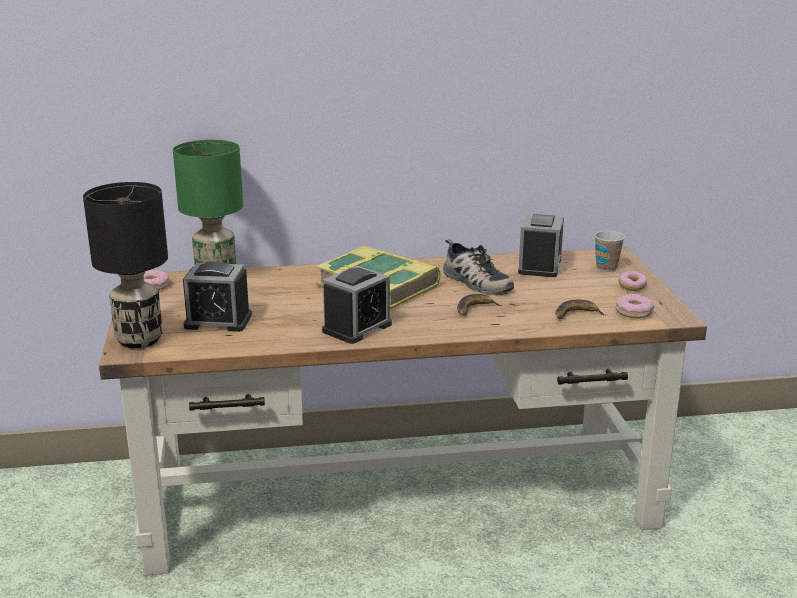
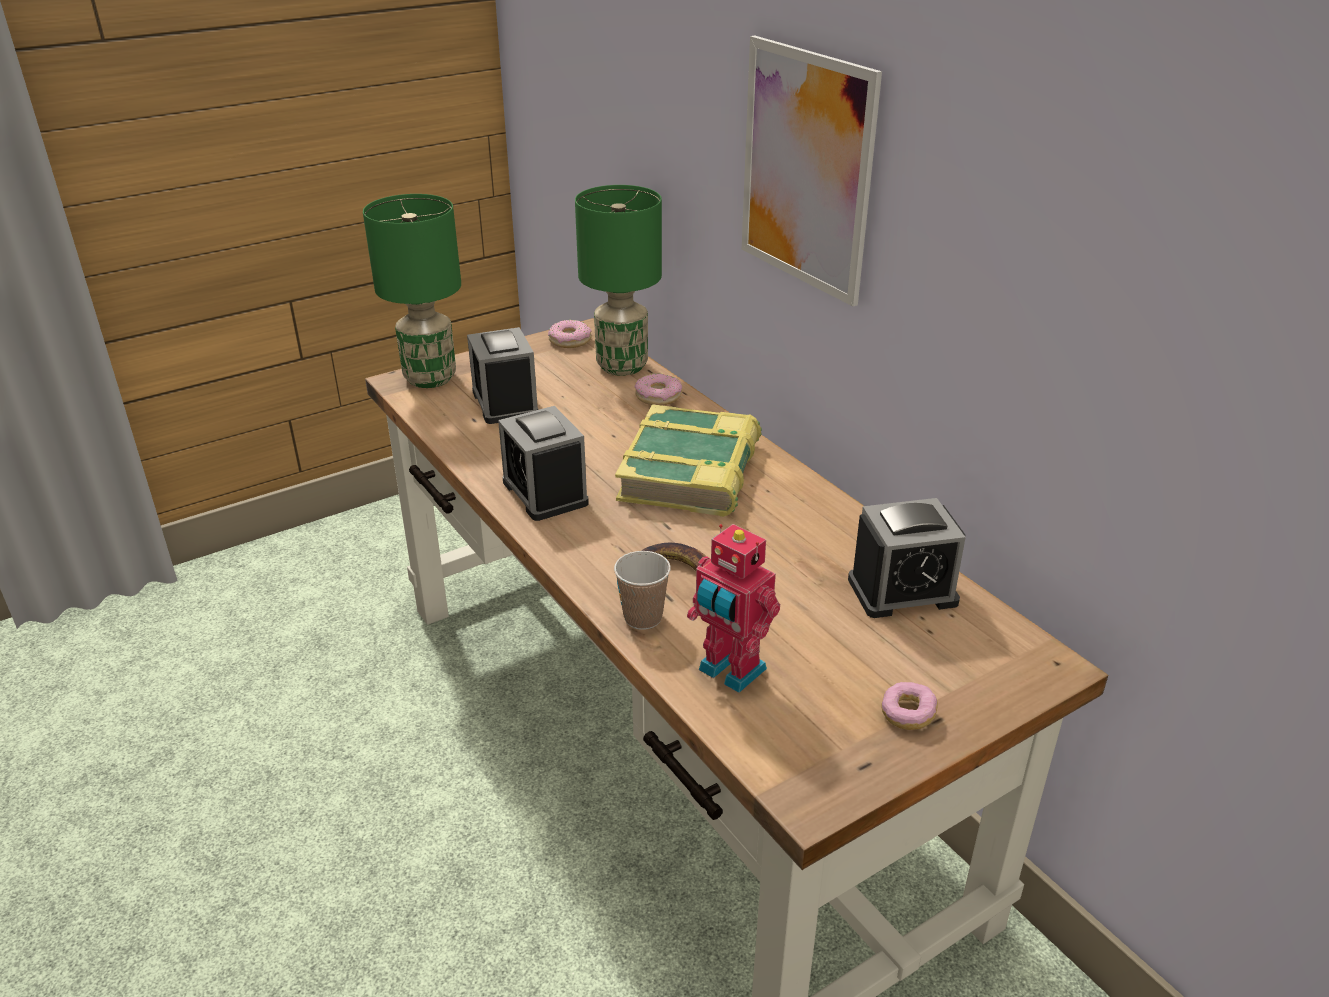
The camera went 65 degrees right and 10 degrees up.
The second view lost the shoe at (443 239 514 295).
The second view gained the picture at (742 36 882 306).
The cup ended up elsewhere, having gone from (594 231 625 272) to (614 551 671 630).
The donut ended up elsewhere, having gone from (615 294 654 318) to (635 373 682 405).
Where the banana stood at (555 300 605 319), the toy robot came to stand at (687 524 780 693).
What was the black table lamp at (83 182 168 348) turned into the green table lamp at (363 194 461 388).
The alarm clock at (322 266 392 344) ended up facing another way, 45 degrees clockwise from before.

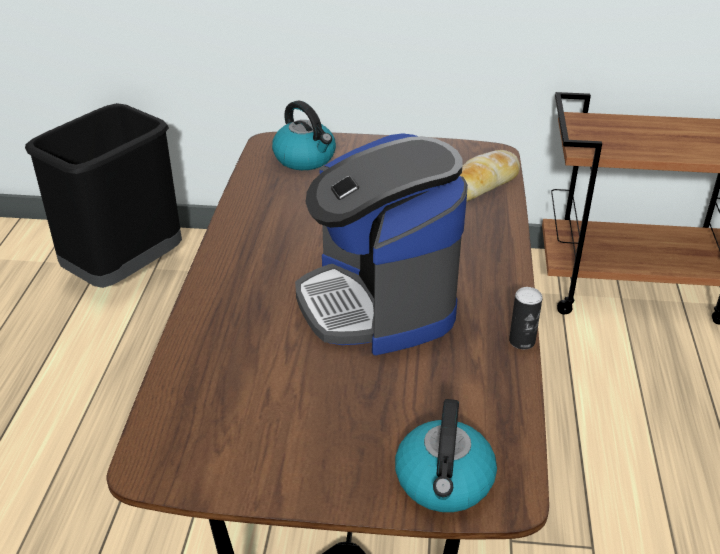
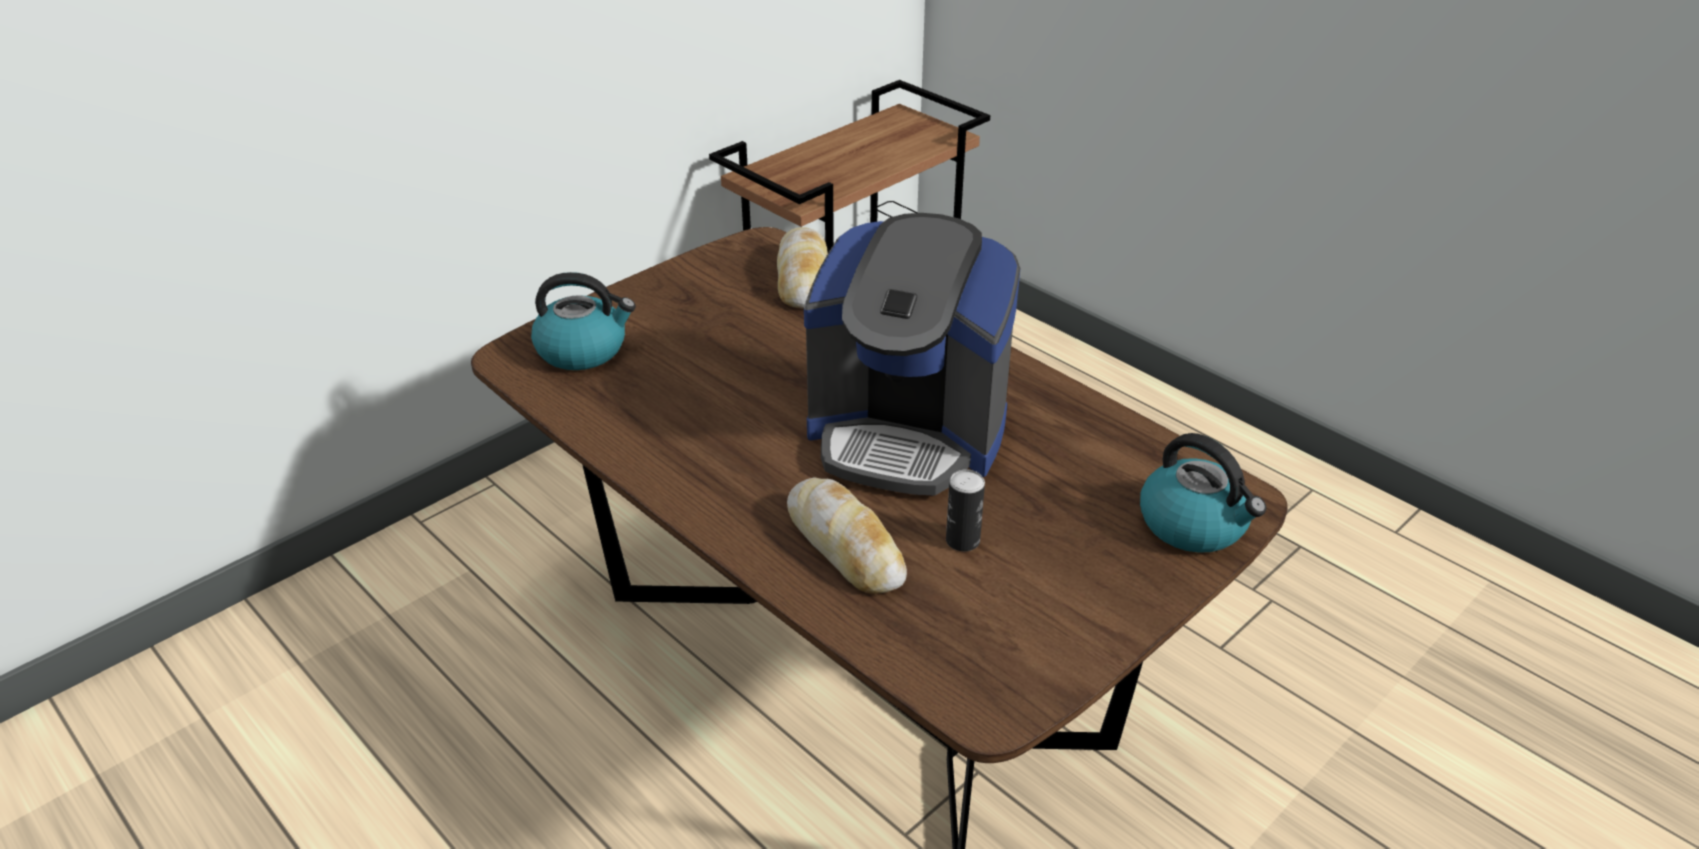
The camera went 50 degrees left and 0 degrees up.
The second view lost the black trash can at (25 103 182 288).
The second view gained the bread at (787 477 907 594).
The can ended up elsewhere, having gone from (509 287 543 349) to (946 469 985 551).

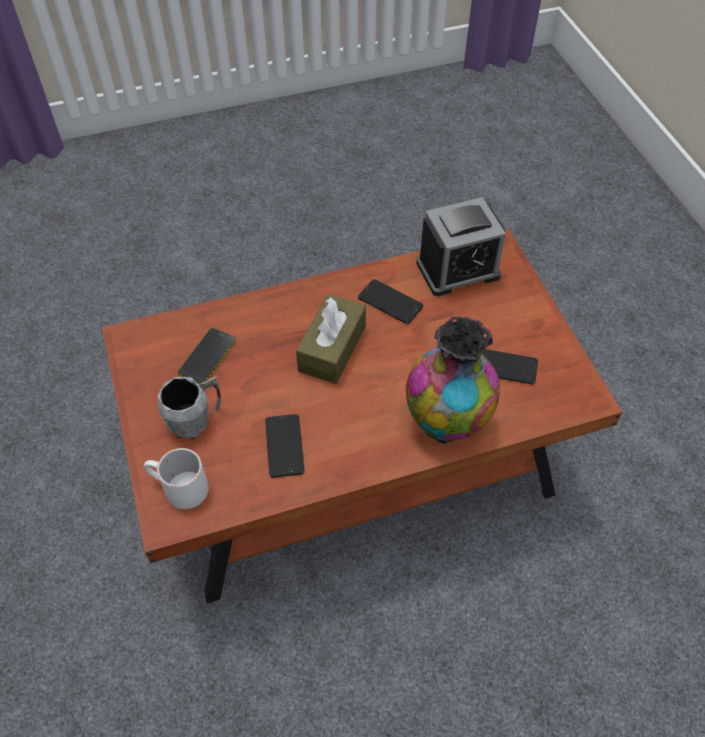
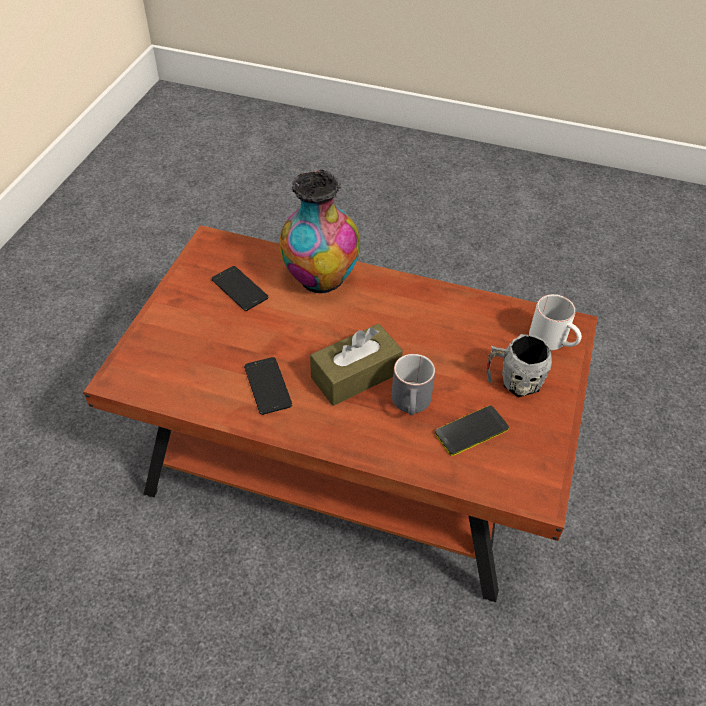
The camera went 145 degrees left and 5 degrees down.
The second view lost the phone at (265 414 305 478).
The second view lost the alarm clock at (416 197 506 296).
The second view gained the grey mug at (391 354 435 415).

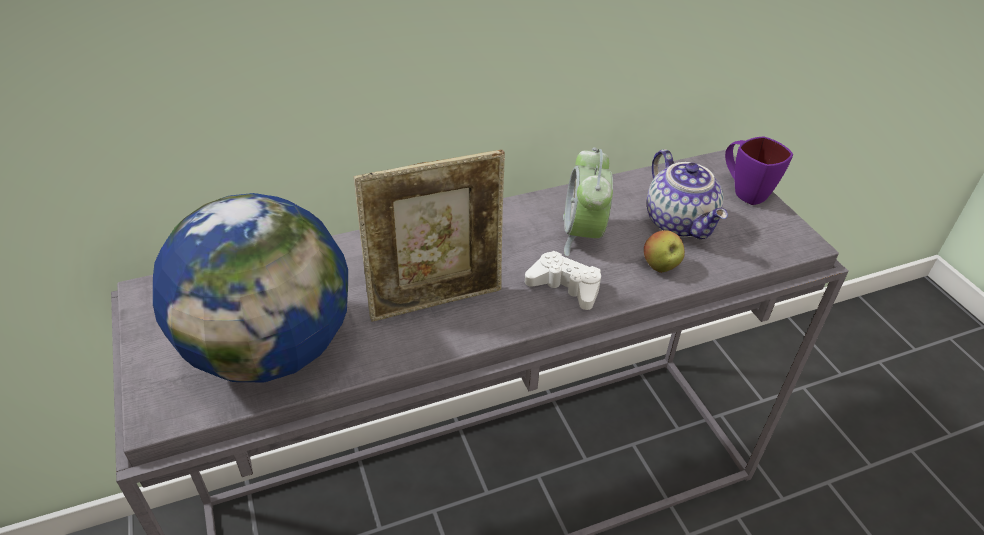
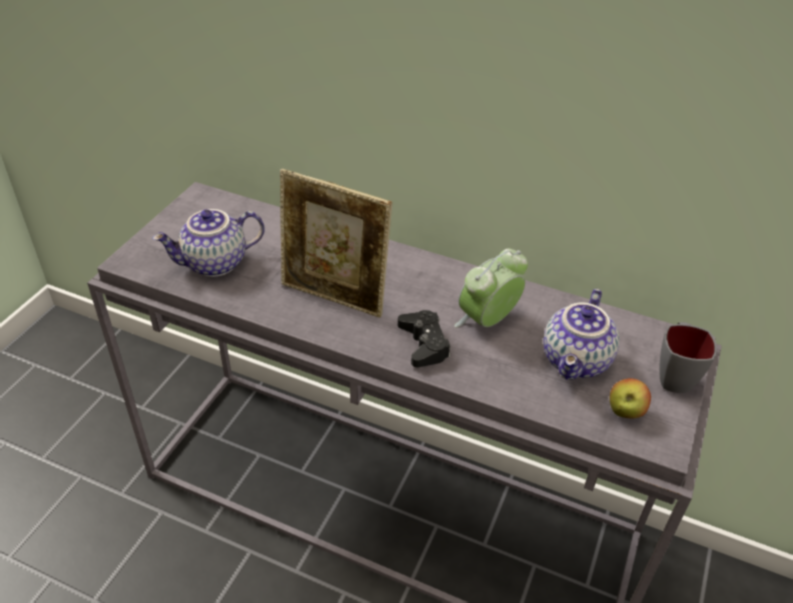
The camera went 45 degrees right and 0 degrees up.
The apple ended up elsewhere, having gone from (644 230 685 273) to (610 378 651 418).
Where the globe stood at (153 193 348 382), the teapot came to stand at (152 209 265 277).
What was the white game controller at (525 251 601 310) turned into the black game controller at (398 310 450 368).
What was the purple mug at (725 136 793 205) turned into the grey mug at (659 322 717 393).

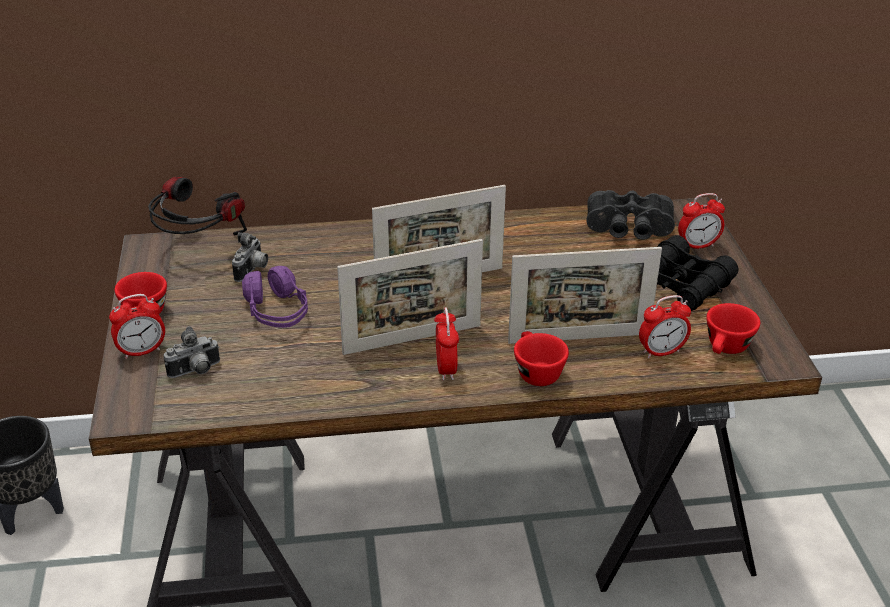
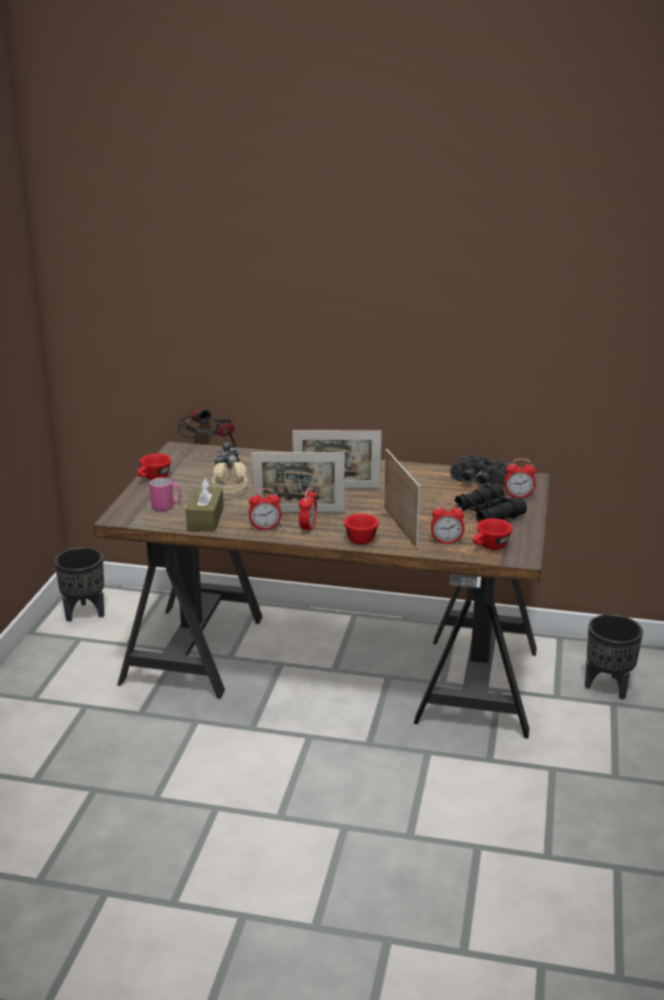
The camera went 20 degrees right and 10 degrees down.
The second view gained the brown tissue box at (186 478 224 532).
The second view gained the black planter at (585 614 643 700).
The alarm clock ended up elsewhere, having gone from (109 294 165 359) to (249 488 281 530).
Where the photo camera stood at (164 326 220 378), the pink mug came to stand at (150 478 181 511).
What was the purple headphones at (242 266 308 328) turned into the beige headphones at (211 462 248 494).
The picture frame at (508 247 662 344) ended up facing another way, 120 degrees counterclockwise from before.

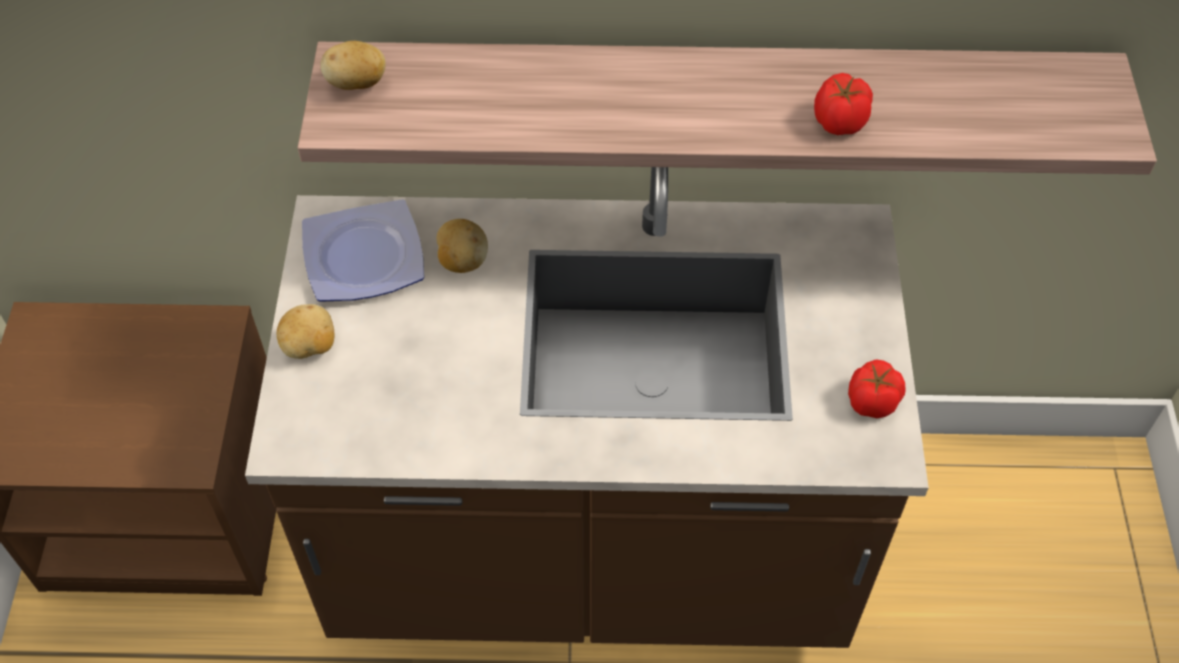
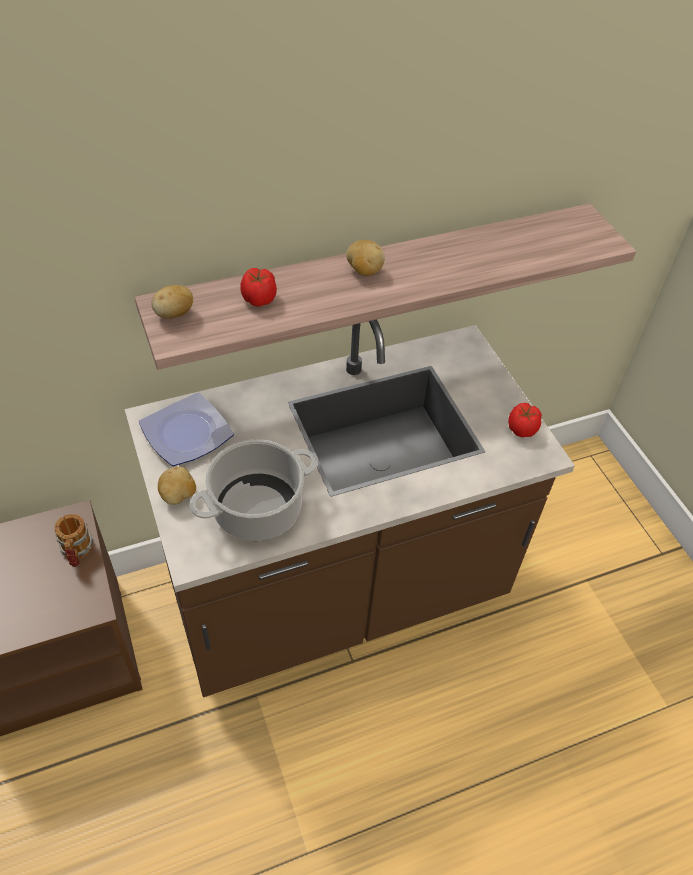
The camera went 25 degrees left and 5 degrees down.
The second view gained the mug at (55 514 93 567).
The second view gained the cooking pot at (189 439 318 541).
The potato ended up elsewhere, having gone from (436 219 488 273) to (346 240 385 276).
The tomato ended up elsewhere, having gone from (814 73 873 135) to (240 268 277 307).

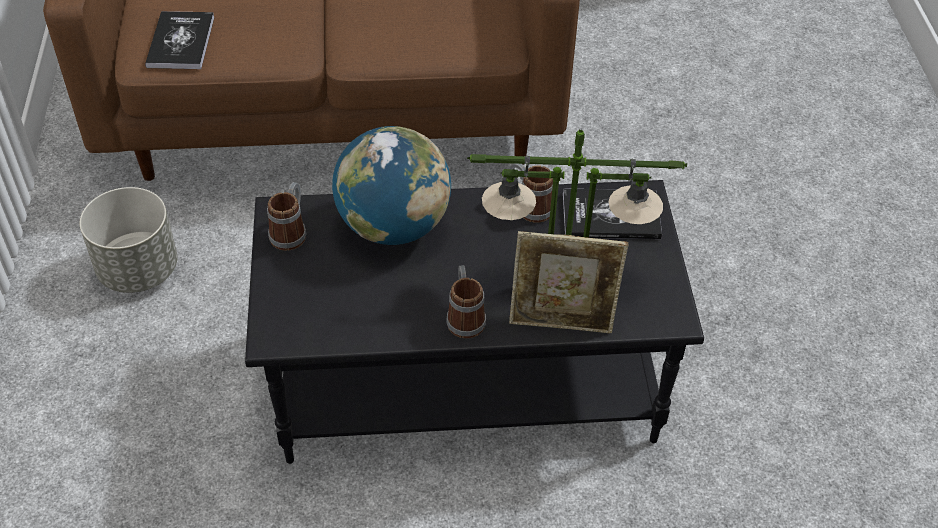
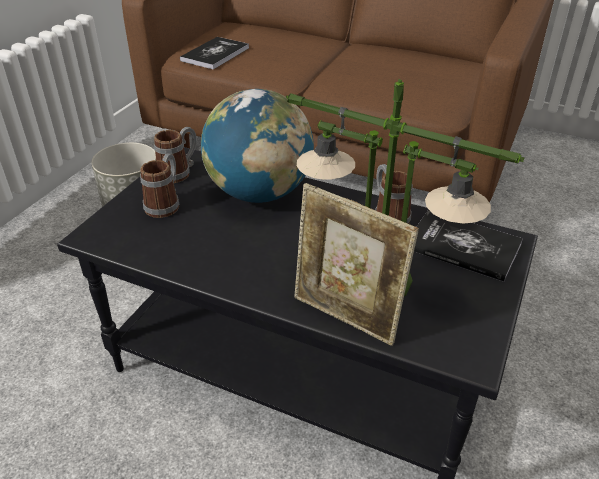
The camera went 30 degrees right and 10 degrees down.
The mug ended up elsewhere, having gone from (446 265 486 338) to (140 154 179 218).

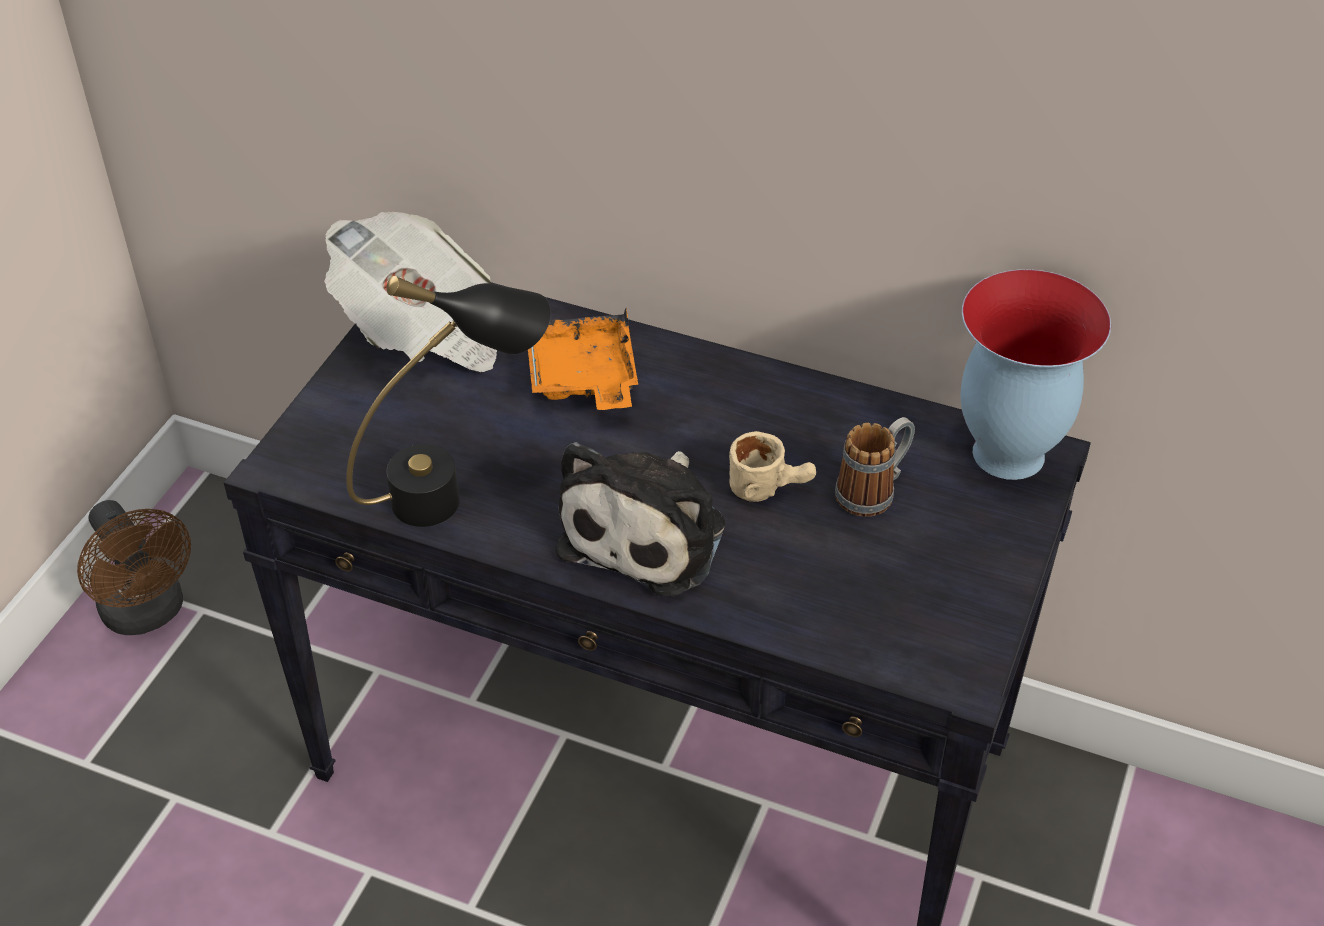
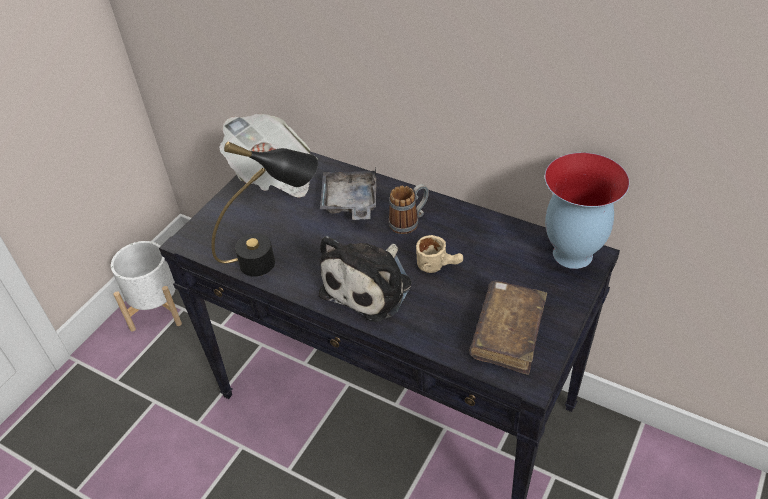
The camera went 10 degrees right and 0 degrees up.
The second view gained the brown book at (469 280 547 375).
The mug ended up elsewhere, having gone from (835 417 915 517) to (389 184 429 234).
Where the brown fan stood at (77 500 191 635), the white planter came to stand at (111 241 182 332).
What was the orange tray at (528 308 638 410) turned into the grey tray at (320 168 377 220).

